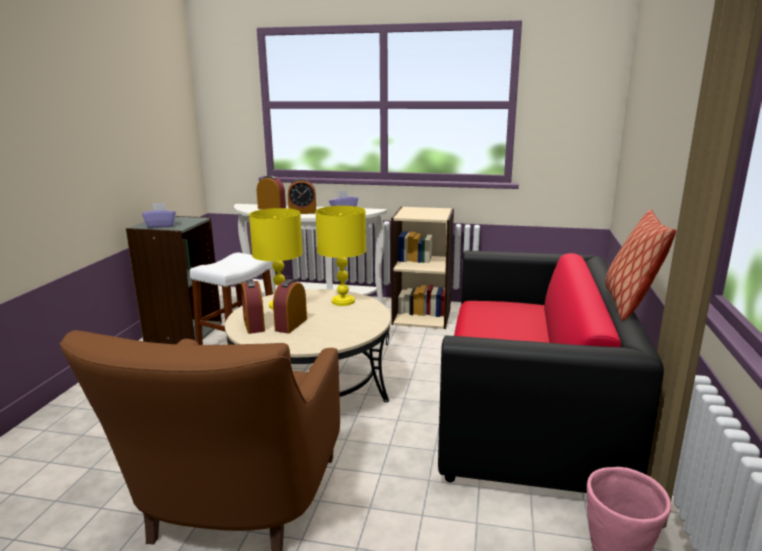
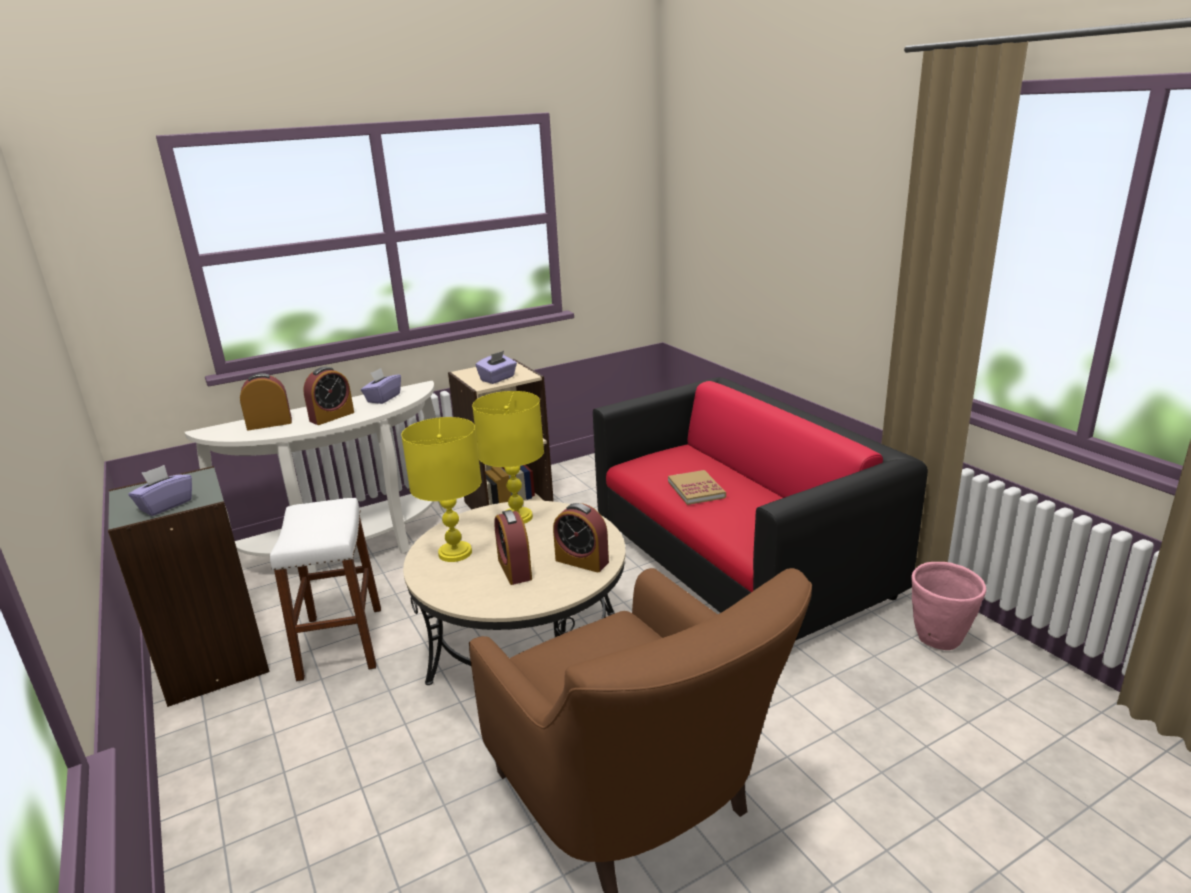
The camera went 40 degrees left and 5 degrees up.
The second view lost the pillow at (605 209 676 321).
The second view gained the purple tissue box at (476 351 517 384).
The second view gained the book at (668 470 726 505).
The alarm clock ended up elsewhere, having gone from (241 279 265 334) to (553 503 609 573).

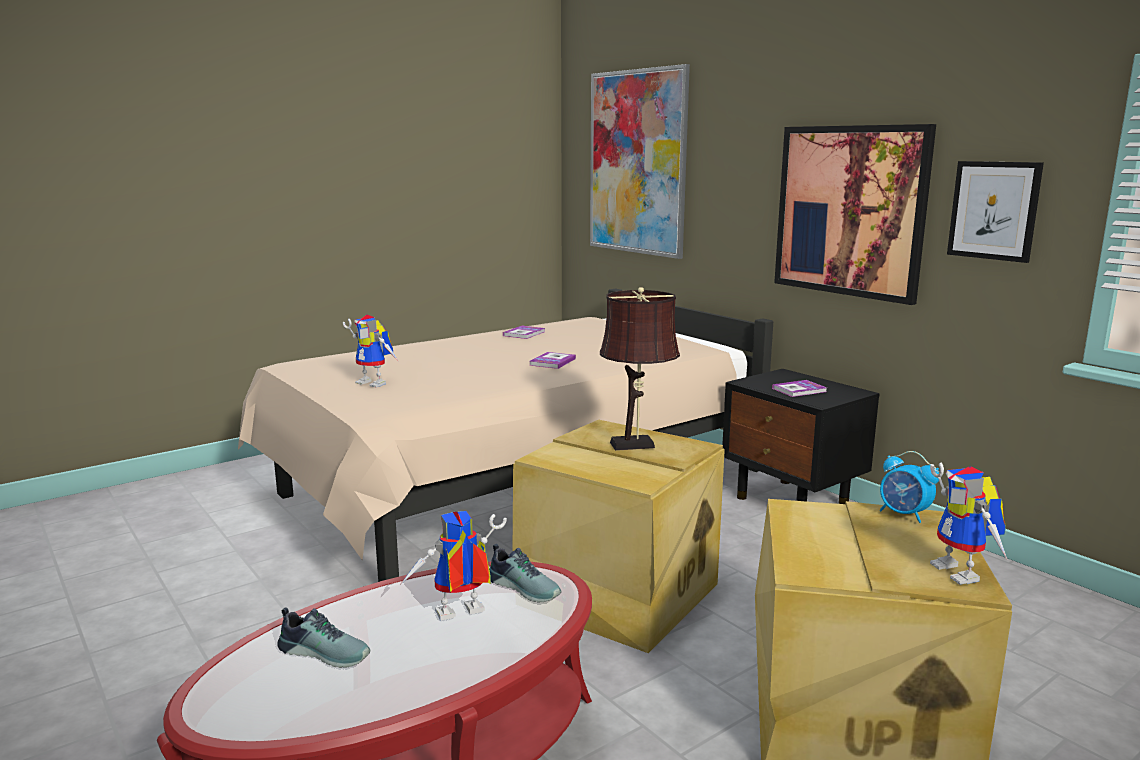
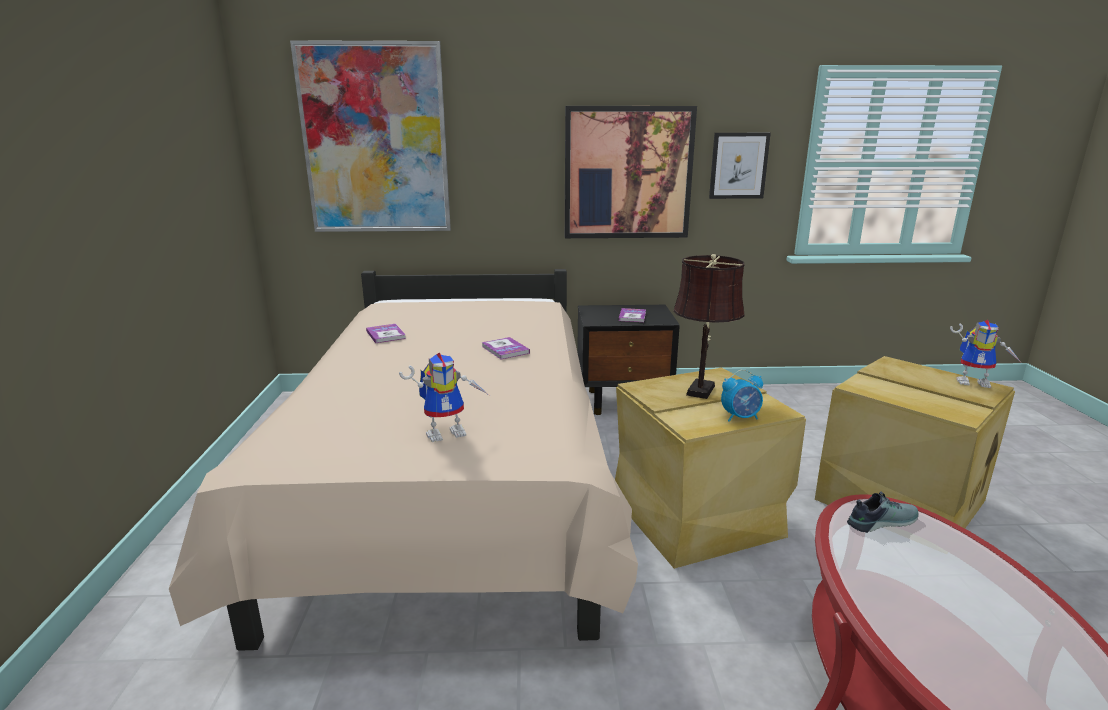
The camera went 55 degrees left and 5 degrees up.
The second view lost the shoe at (277 607 371 668).
The second view lost the toy robot at (399 511 507 621).
The alarm clock ended up elsewhere, having gone from (880 451 939 523) to (721 369 763 422).

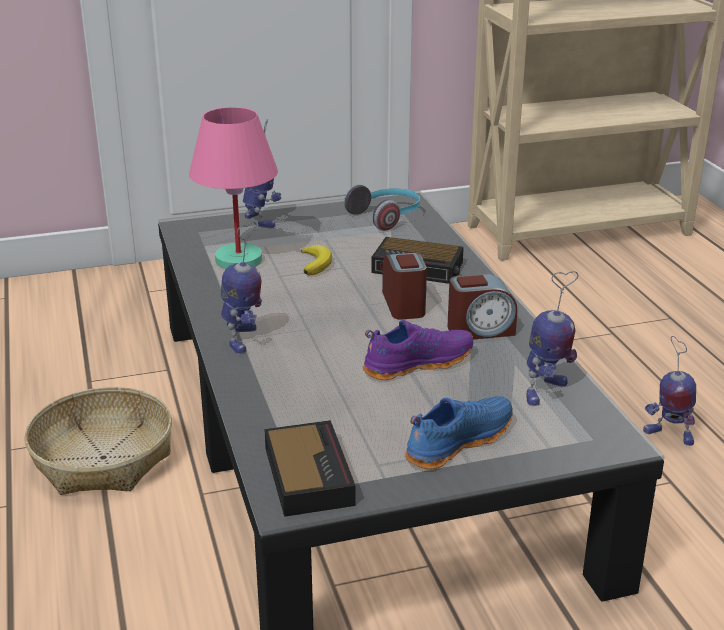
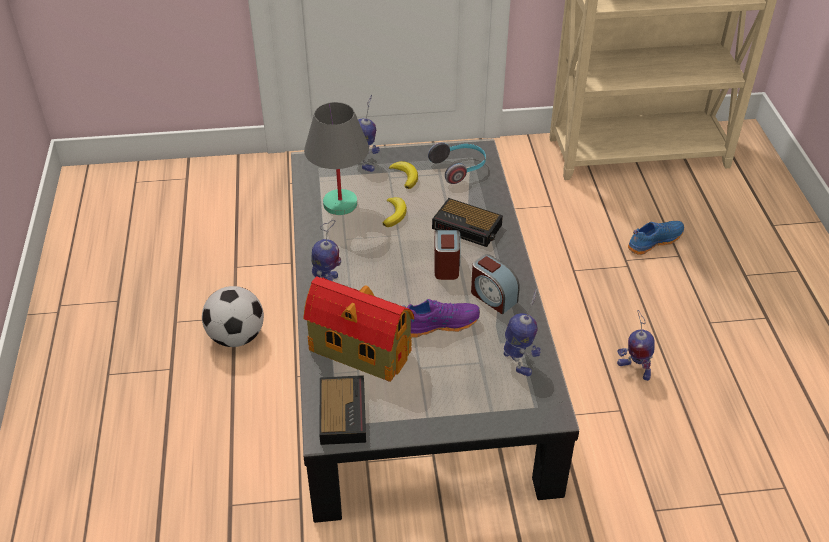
The camera went 10 degrees right and 15 degrees up.
The second view gained the toy house at (303 276 415 382).
The second view gained the banana at (389 161 418 189).
The blue shoe ended up elsewhere, having gone from (405 396 513 469) to (628 221 684 255).
Where the basket stood at (24 387 172 495), the football came to stand at (202 286 264 347).
What was the pink table lamp at (189 107 278 269) turned into the grey table lamp at (304 102 369 215).
The alarm clock at (447 274 517 339) ended up facing another way, 45 degrees clockwise from before.
The toy robot at (527 271 579 406) ended up facing another way, 75 degrees counterclockwise from before.

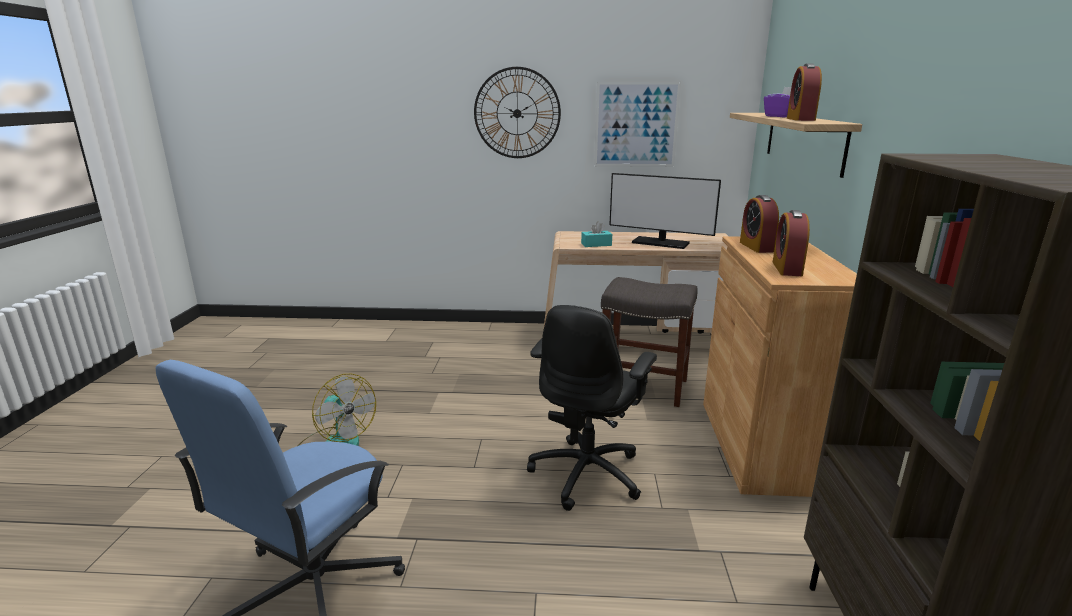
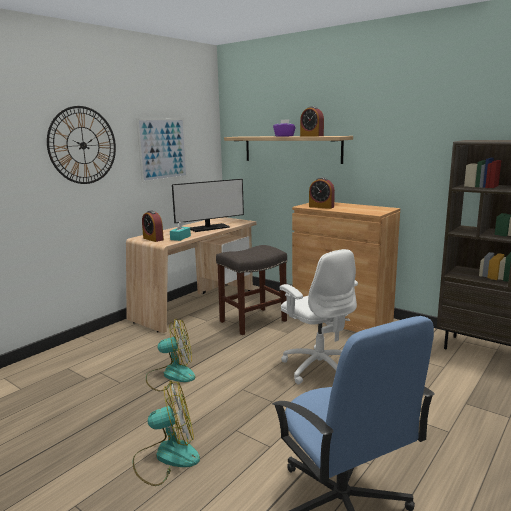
The camera went 55 degrees left and 5 degrees down.
The second view gained the fan at (146 318 195 391).
The alarm clock ended up elsewhere, having gone from (773 210 810 276) to (142 211 164 242).
What was the black office chair at (527 305 657 511) turned into the white office chair at (280 249 358 384).

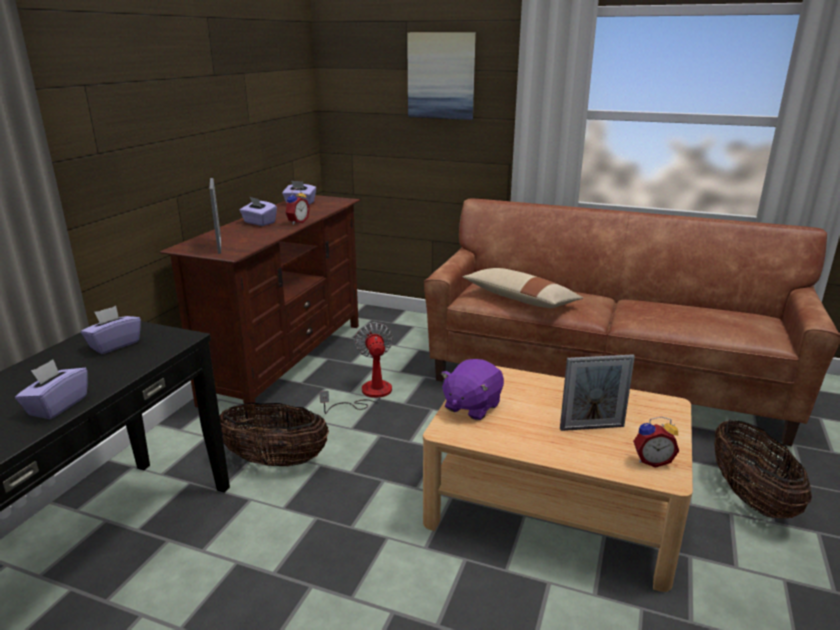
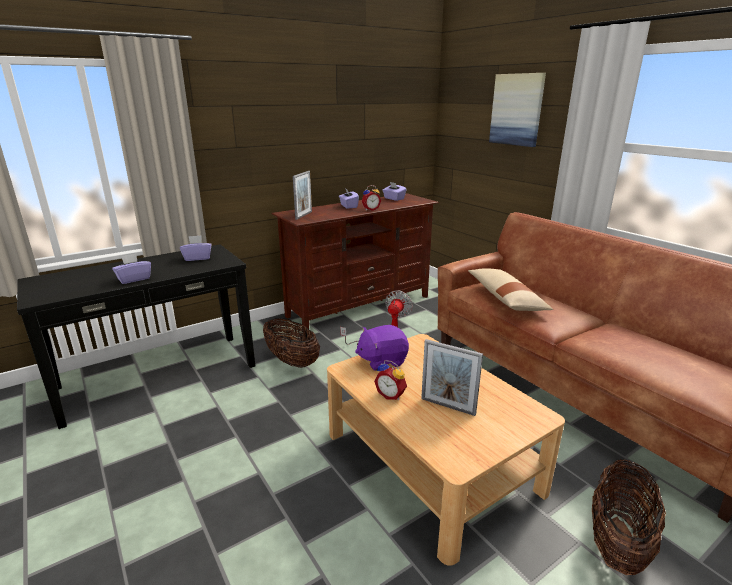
The camera went 35 degrees right and 0 degrees up.
The alarm clock ended up elsewhere, having gone from (633 416 679 468) to (374 360 407 400).

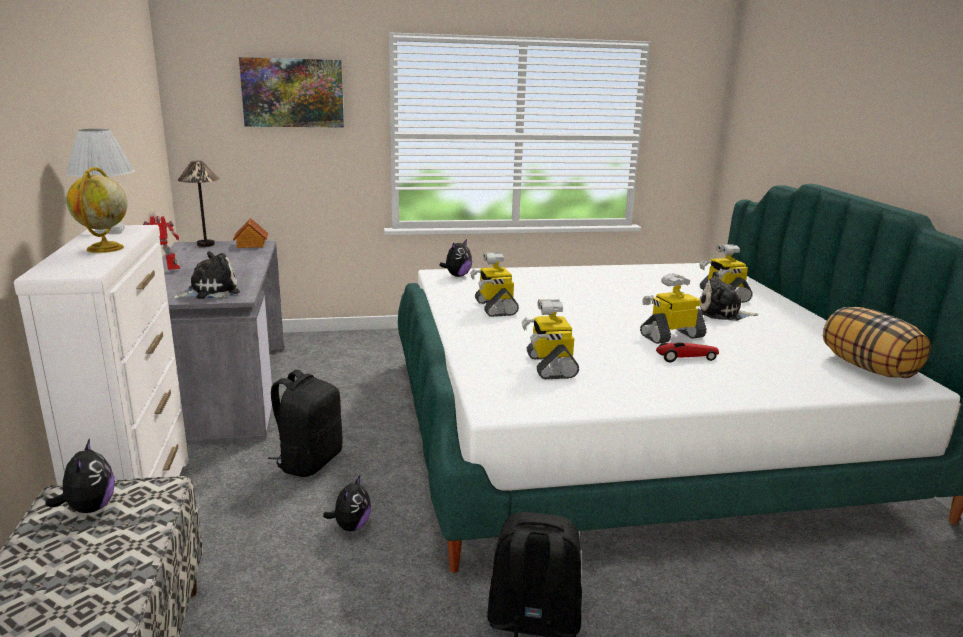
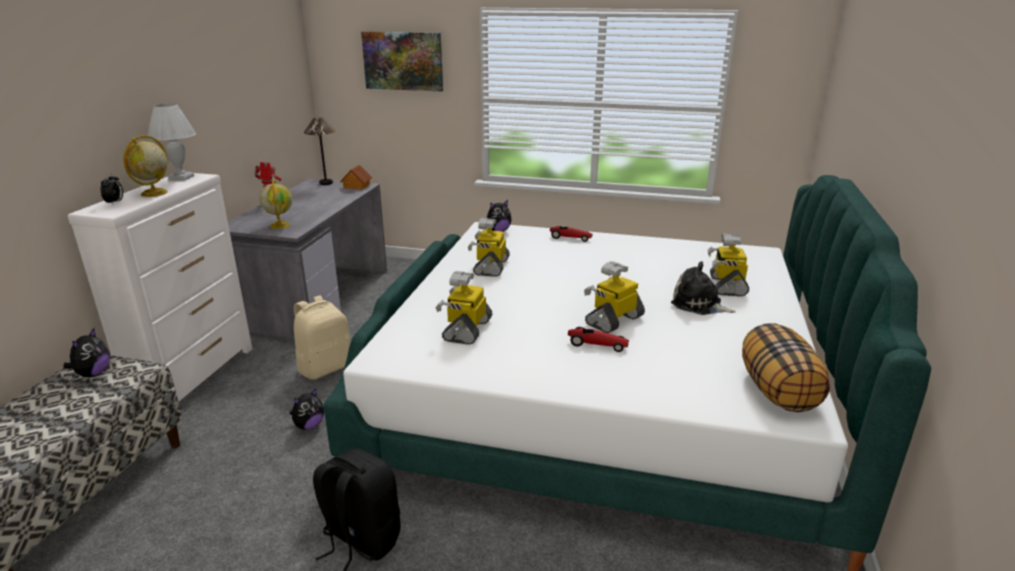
The camera went 25 degrees right and 5 degrees up.
The second view gained the alarm clock at (101 173 123 205).
The second view gained the toy car at (550 226 593 242).
Where the plush toy stood at (172 251 240 299), the globe came to stand at (259 179 292 229).
What was the black backpack at (268 370 342 477) turned into the beige backpack at (294 295 350 380).
The toy robot at (640 273 707 344) ended up facing another way, 45 degrees counterclockwise from before.

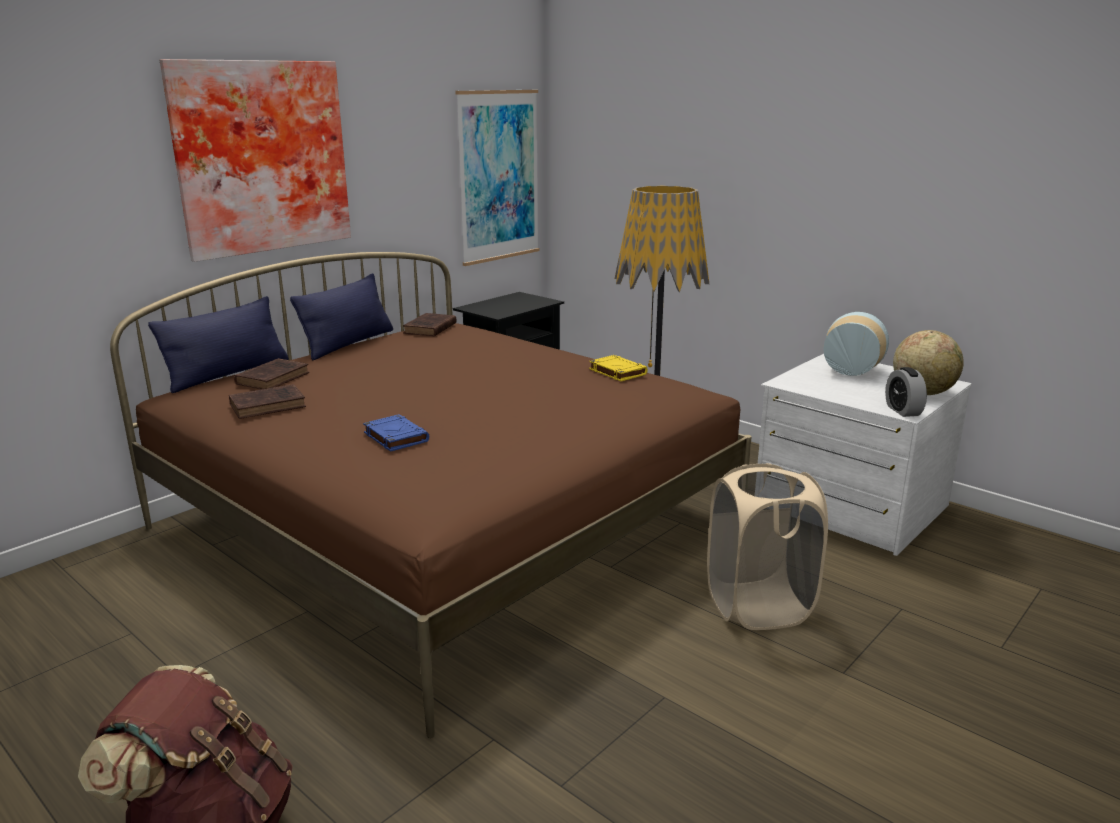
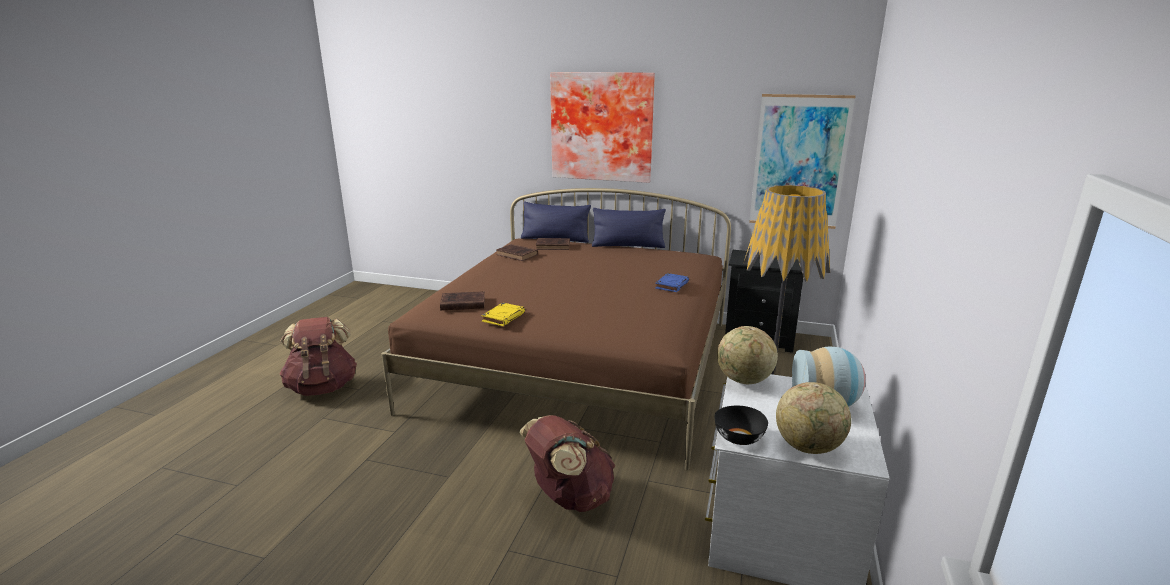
The camera went 65 degrees right and 0 degrees up.
The second view gained the globe at (717 326 778 384).
The blue book ended up elsewhere, having gone from (363 414 429 452) to (655 273 689 292).
The brown book ended up elsewhere, having gone from (403 313 457 336) to (440 291 485 310).
The yellow book ended up elsewhere, having gone from (589 355 648 381) to (481 303 525 326).
Where the beige laundry basket stood at (707 463 828 630), the brown backpack came to stand at (519 415 616 512).
Where the alarm clock stood at (885 367 927 417), the black bowl came to stand at (714 406 768 445).

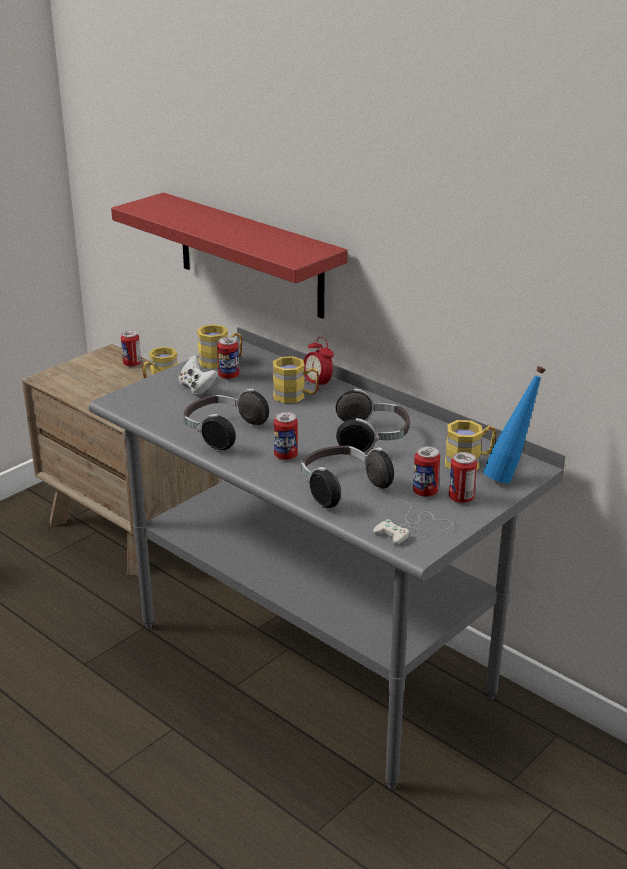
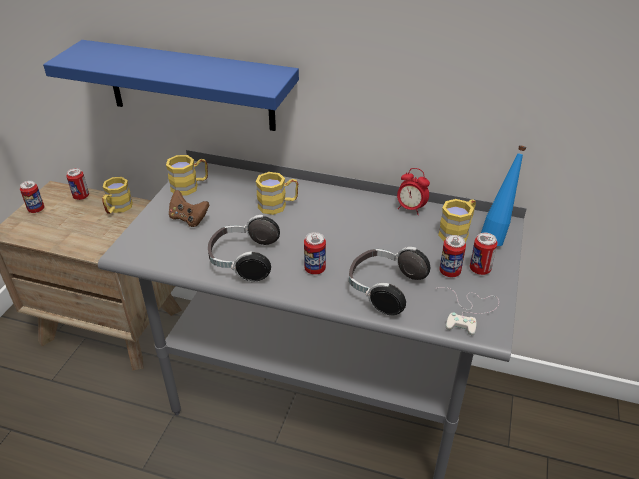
The camera went 25 degrees left and 10 degrees up.
The second view lost the headphones at (336 388 410 454).
The can ended up elsewhere, having gone from (217 337 239 380) to (20 181 44 213).
The alarm clock ended up elsewhere, having gone from (304 337 334 391) to (397 168 430 215).
What was the red shelf at (111 193 348 319) turned into the blue shelf at (43 40 299 131).
What was the white game controller at (179 355 218 395) turned into the brown game controller at (169 190 210 227).

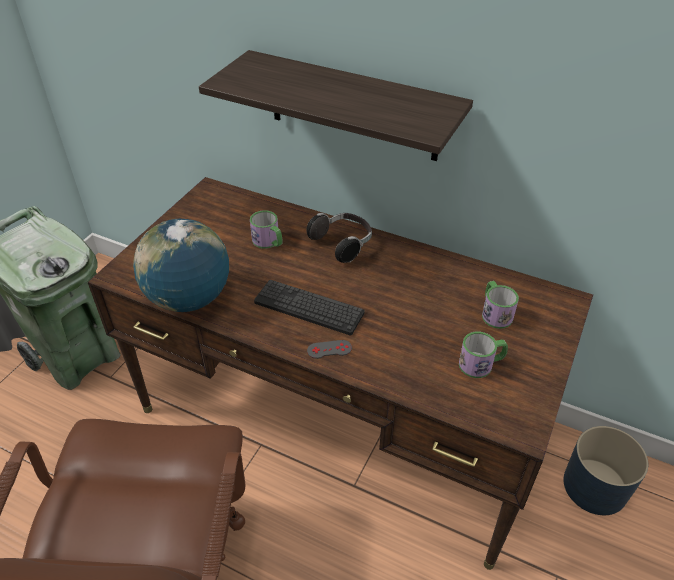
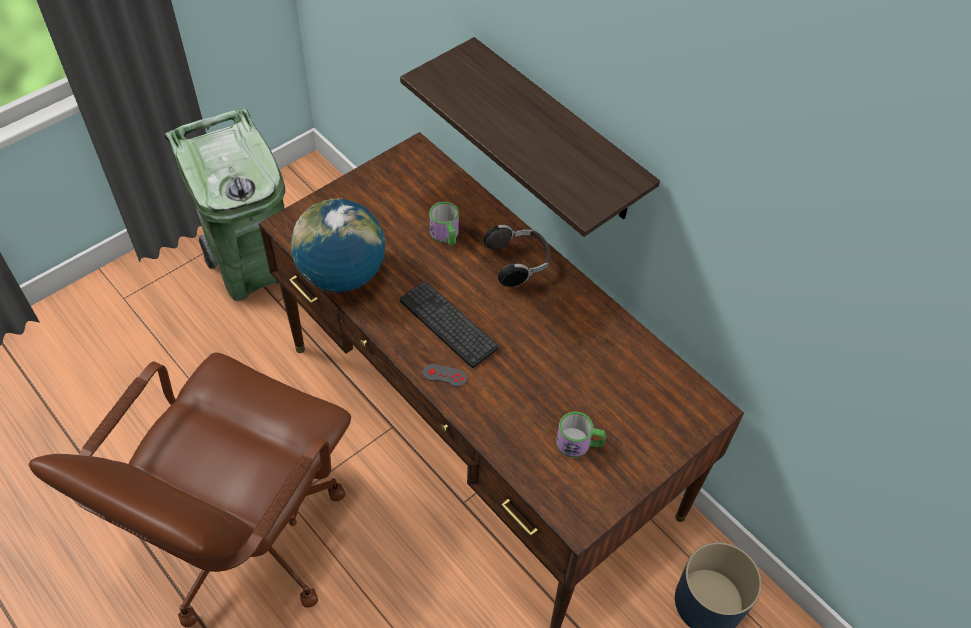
The camera went 20 degrees right and 10 degrees up.
The second view lost the mug at (482 281 519 329).

